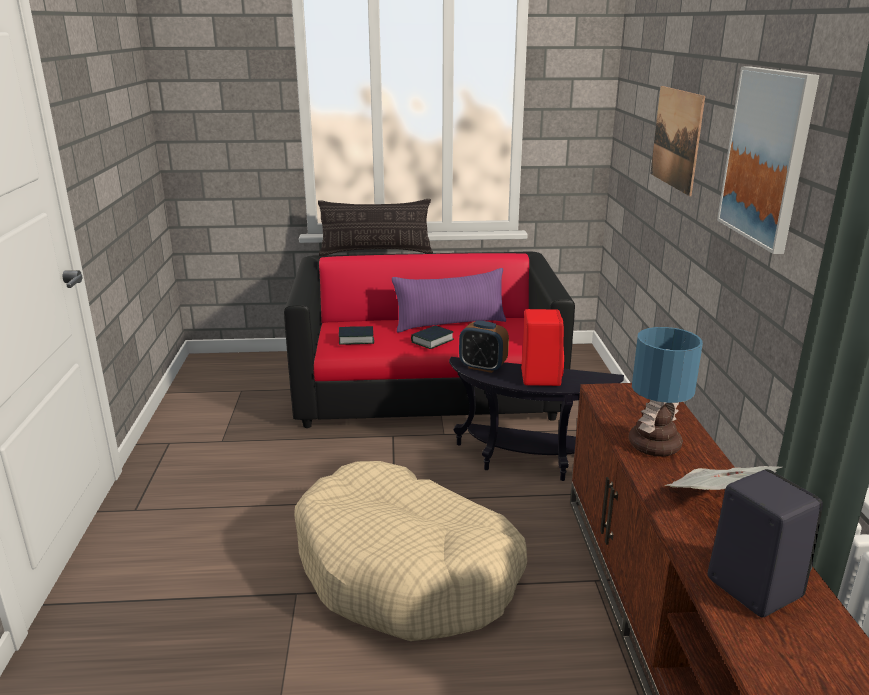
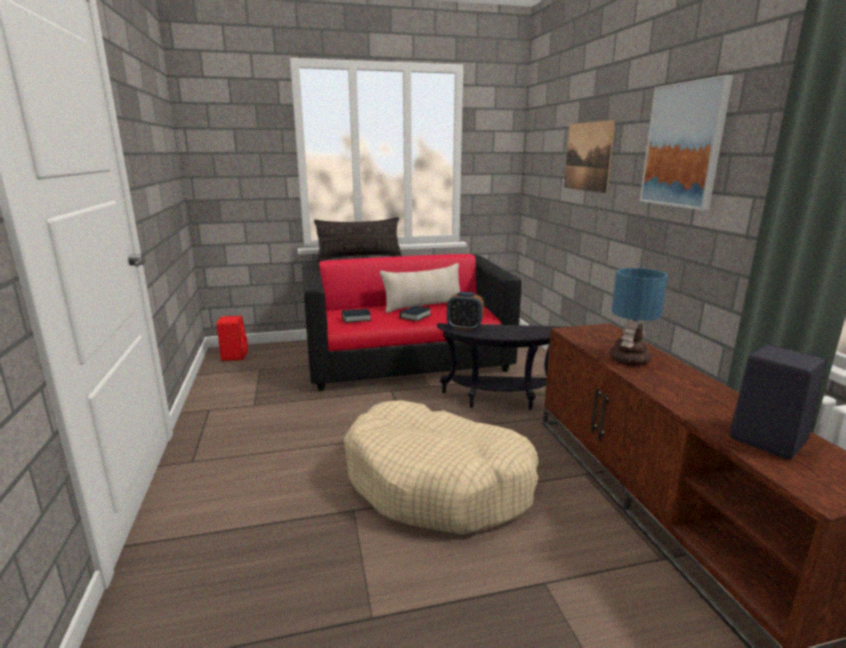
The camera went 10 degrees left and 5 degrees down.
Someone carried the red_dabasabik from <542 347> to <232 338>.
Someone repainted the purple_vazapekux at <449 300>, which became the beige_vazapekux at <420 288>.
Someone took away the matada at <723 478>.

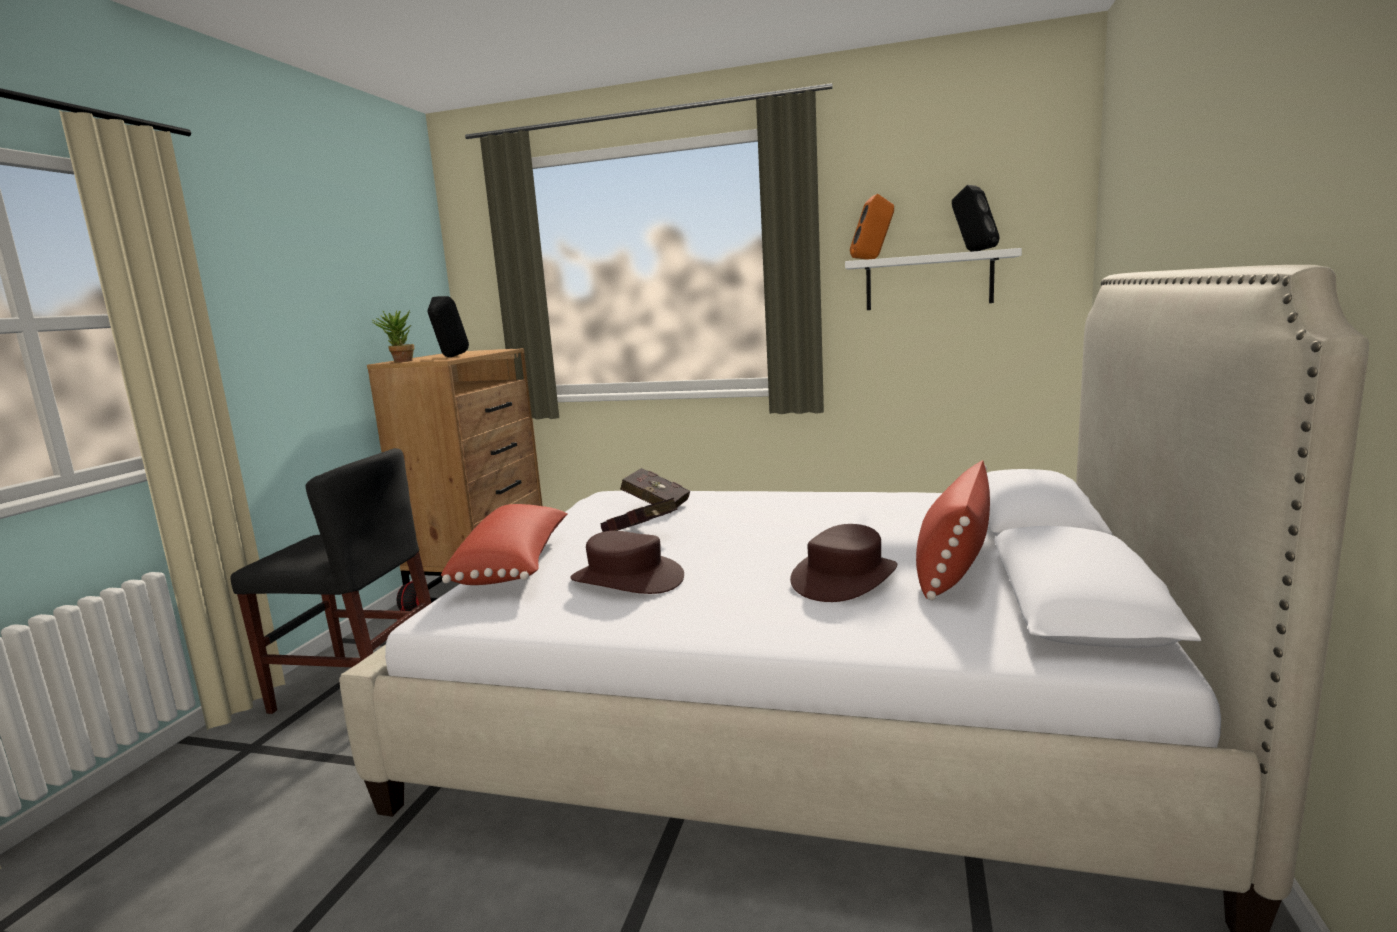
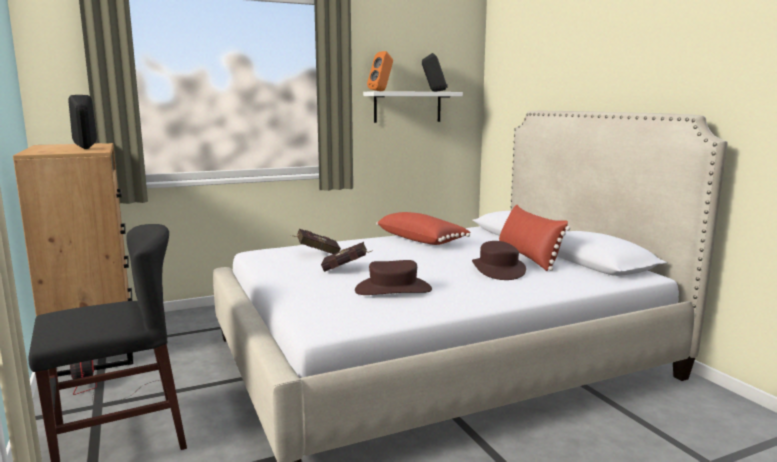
The camera went 40 degrees left and 0 degrees up.
Someone carried the red_vazapekux from <504 544> to <423 228>.
Someone took away the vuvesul at <393 336>.

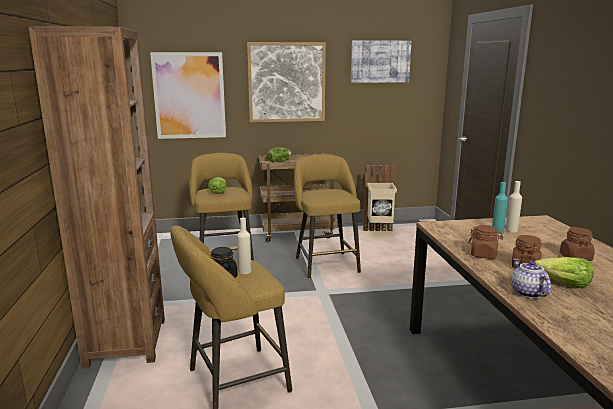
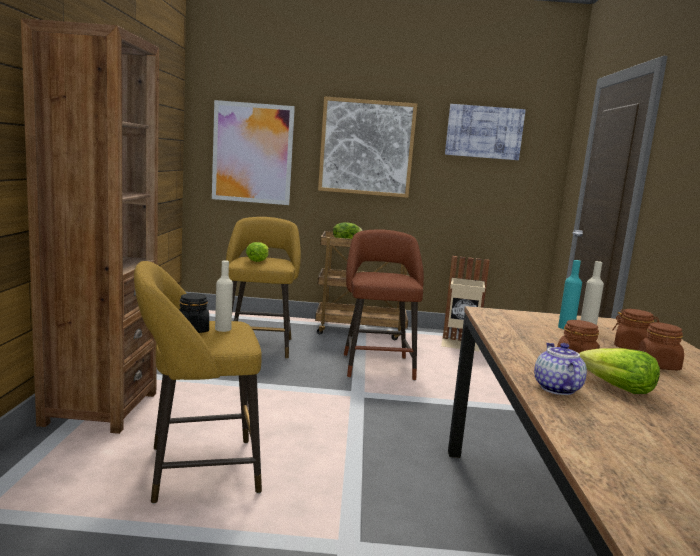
The camera went 10 degrees right and 5 degrees down.
Someone repainted the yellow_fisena at <327 216>, which became the brown_fisena at <384 305>.
Someone carried the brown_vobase from <485 242> to <636 329>.

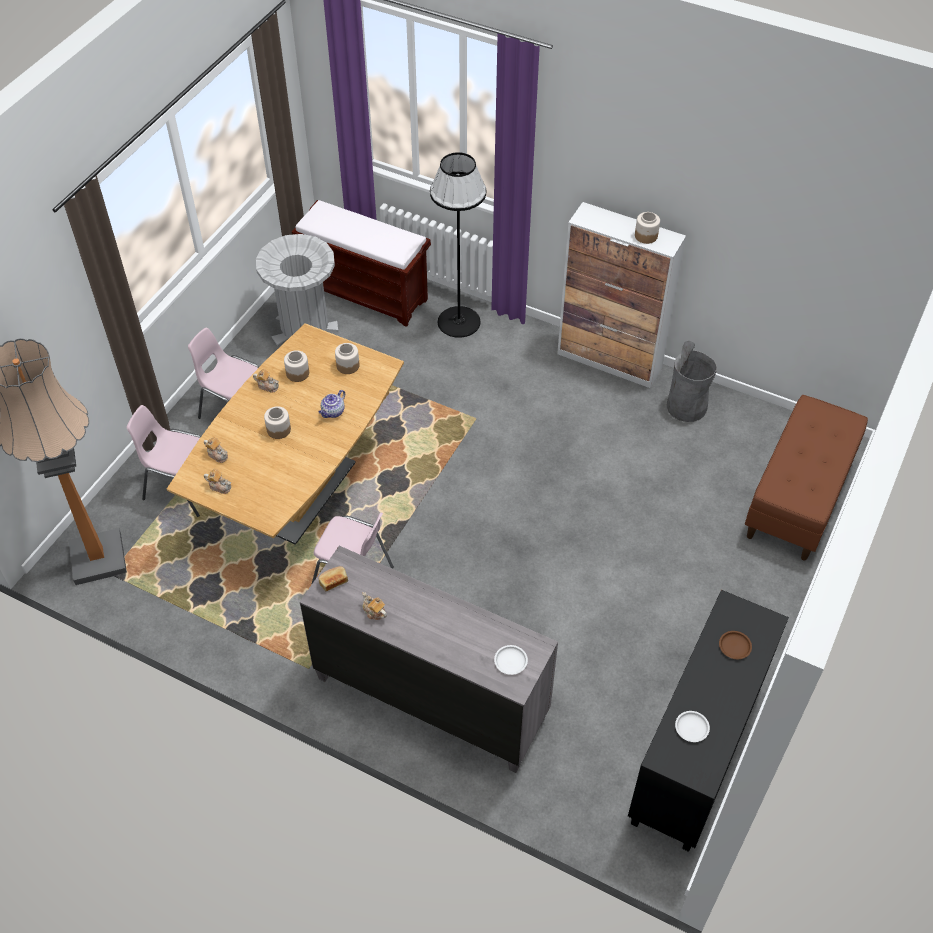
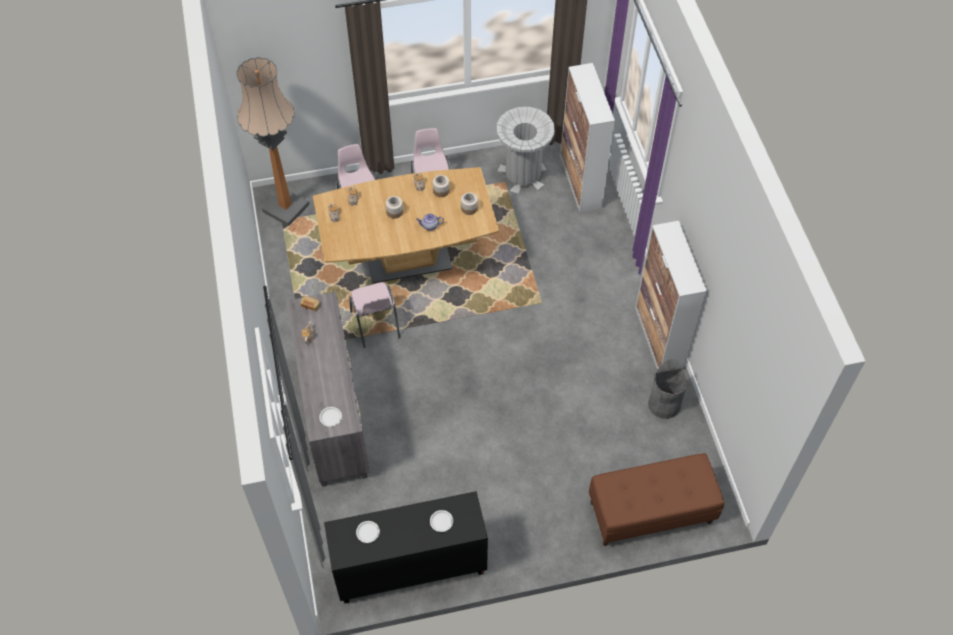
The camera went 50 degrees right and 5 degrees up.
Someone repainted the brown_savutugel at <735 645>, which became the white_savutugel at <441 521>.
Someone swapped the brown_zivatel at <361 263> for the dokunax at <587 137>.
Someone took away the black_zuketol at <458 245>.
Someone took away the vobase at <647 228>.

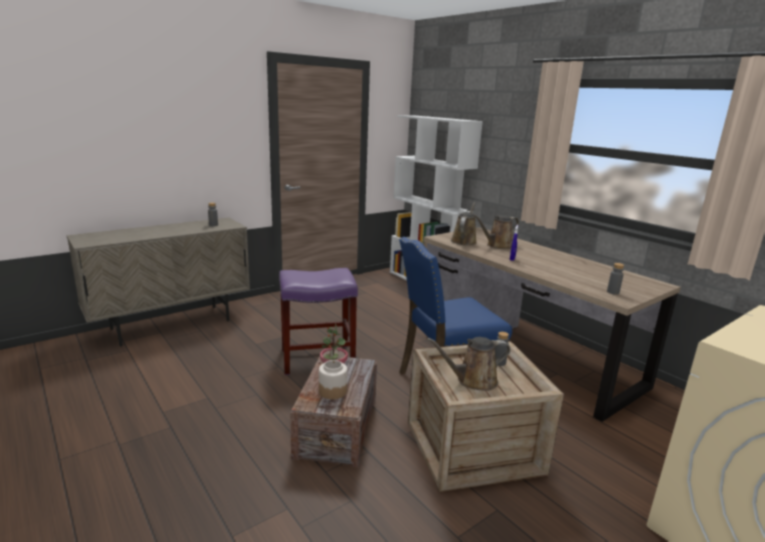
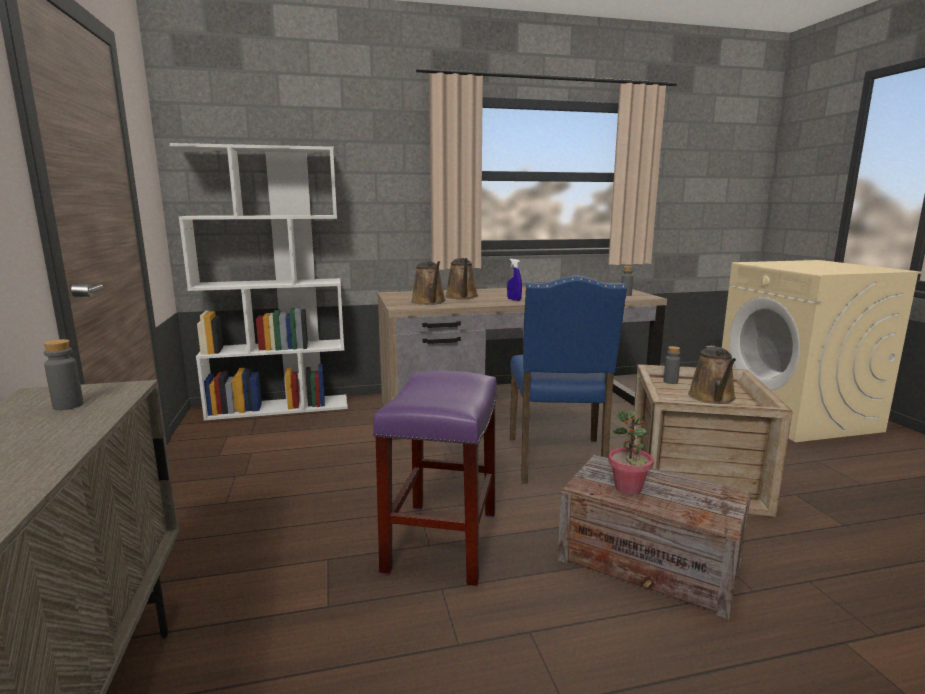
The camera went 65 degrees left and 5 degrees down.
Someone rotated the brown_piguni at <464 223> by 150 degrees counterclockwise.
Someone took away the vobase at <333 379>.

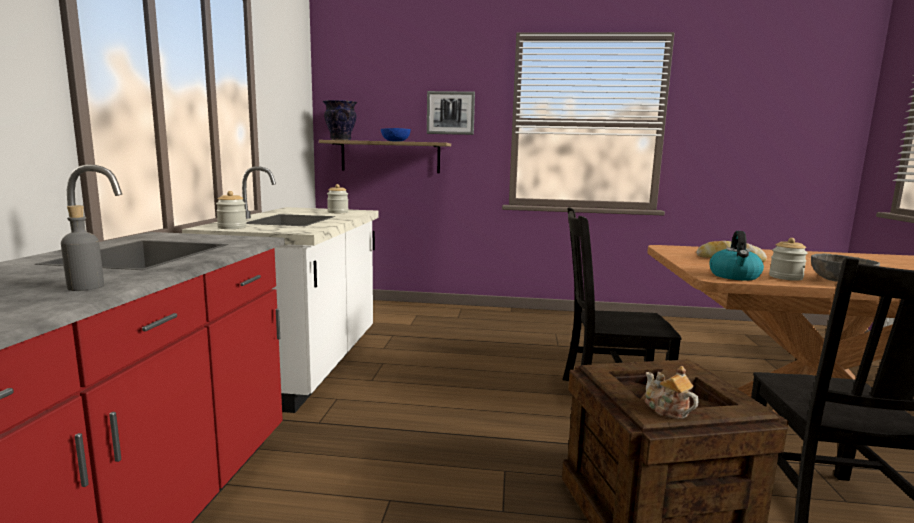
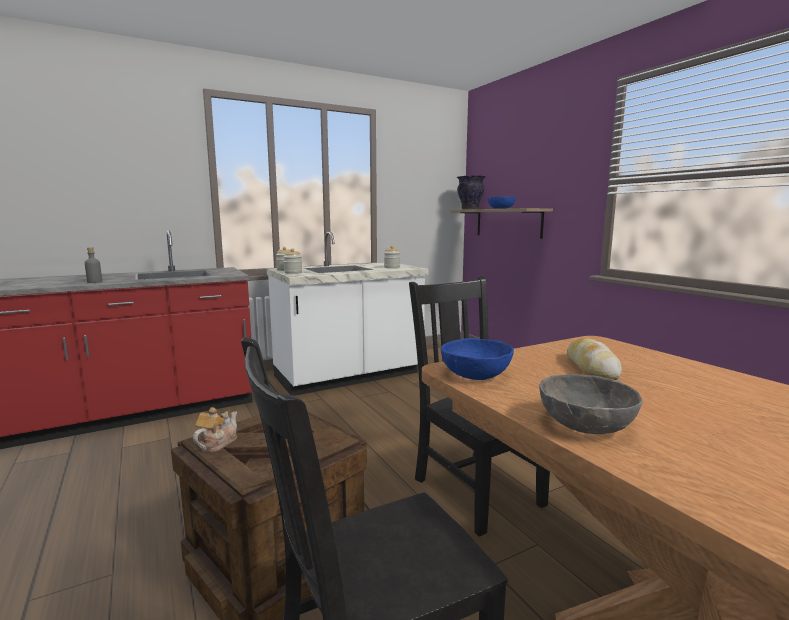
The camera went 55 degrees right and 0 degrees up.
Someone carried the vobase from <788 259> to <293 261>.
Someone swapped the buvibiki at <736 256> for the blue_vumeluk at <477 359>.
Someone took away the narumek at <451 113>.

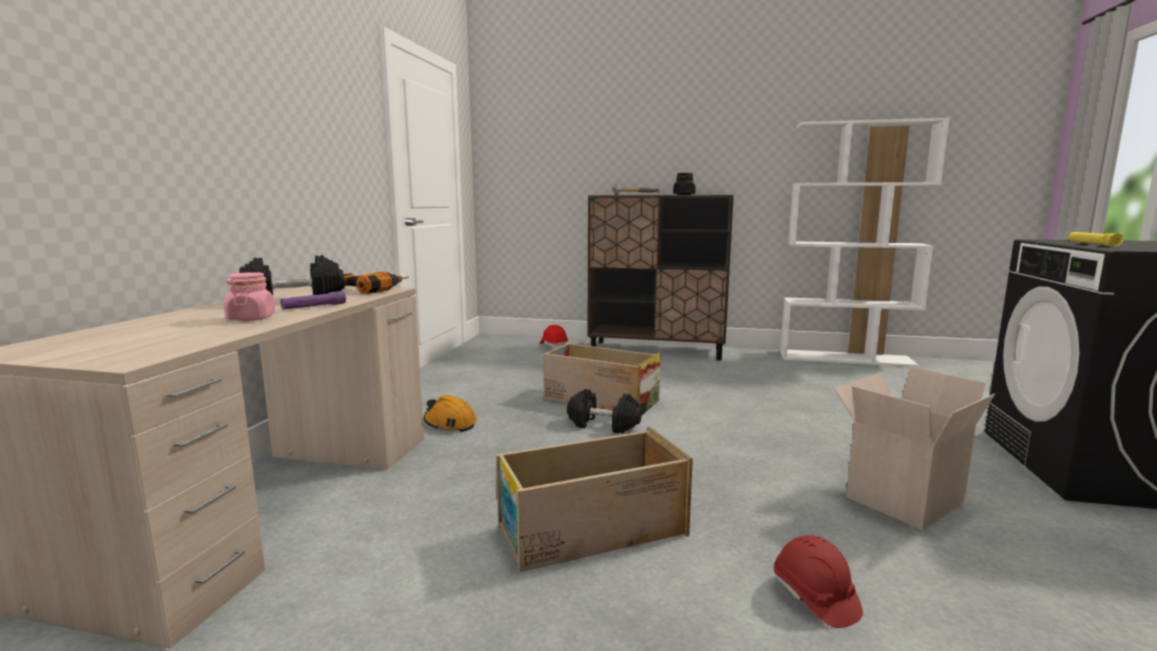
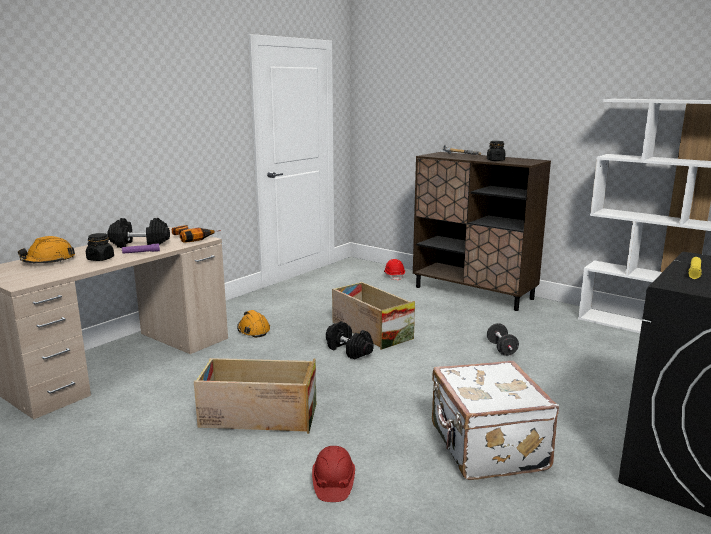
The camera went 25 degrees right and 5 degrees up.
Someone put down the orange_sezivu at <46 249>.
Someone repainted the pink_vobase at <249 296>, which became the black_vobase at <100 247>.
Someone swapped the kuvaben at <914 448> for the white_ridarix at <495 420>.
Someone put down the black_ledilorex at <503 339>.

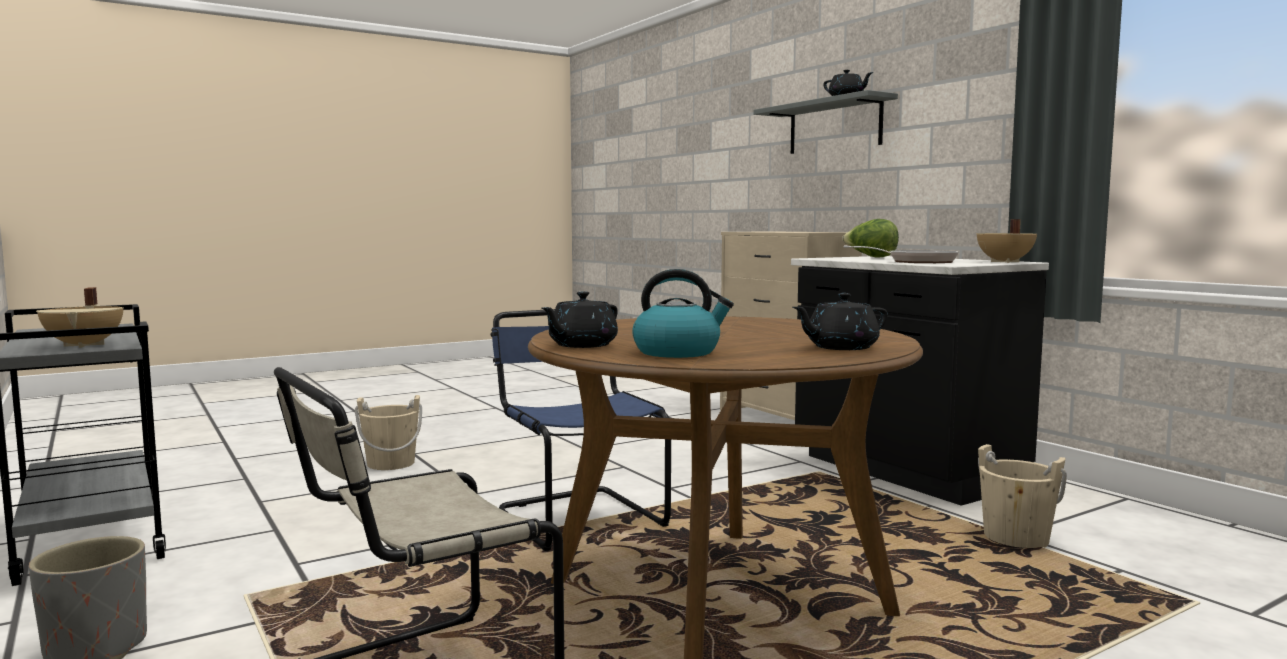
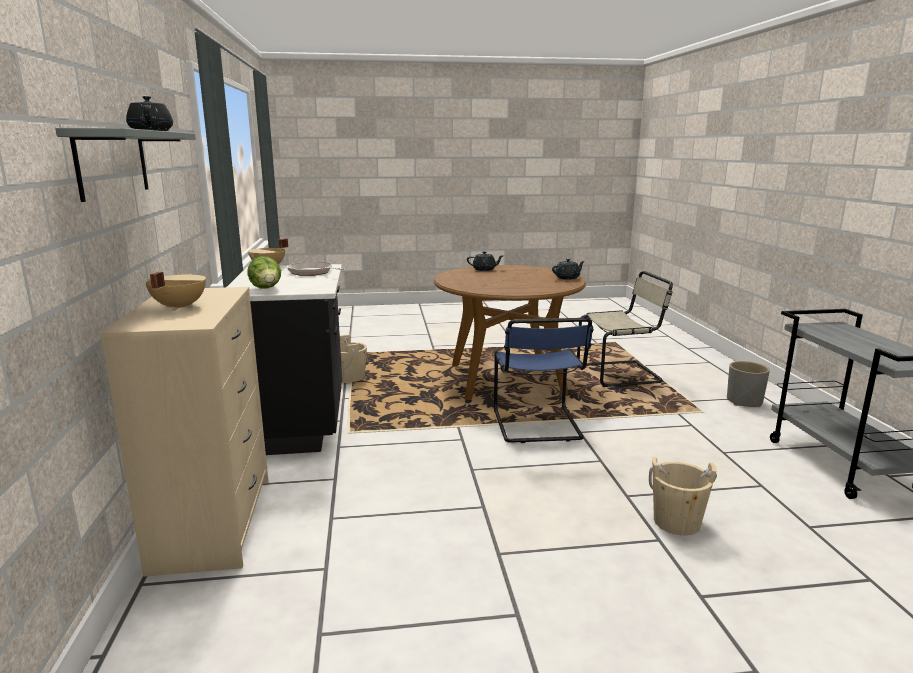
The camera went 155 degrees left and 10 degrees up.
Someone carried the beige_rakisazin from <80 317> to <176 291>.
Someone took away the buvibiki at <683 313>.

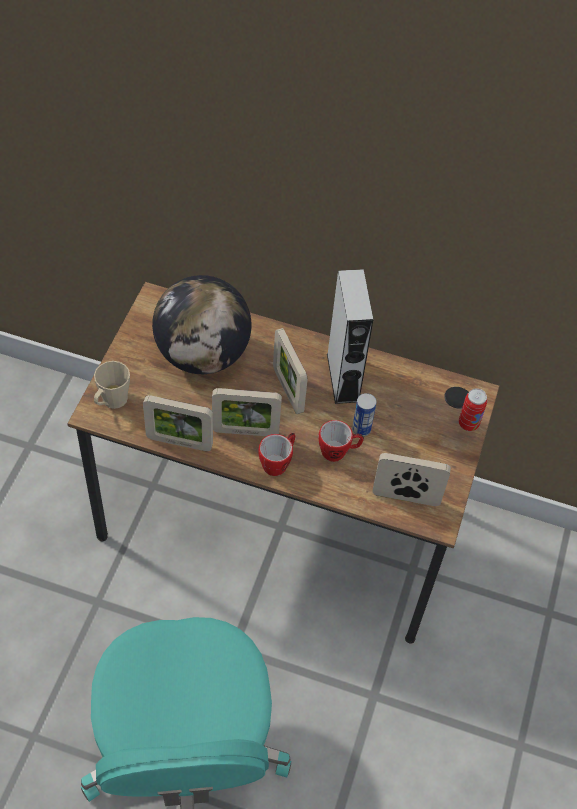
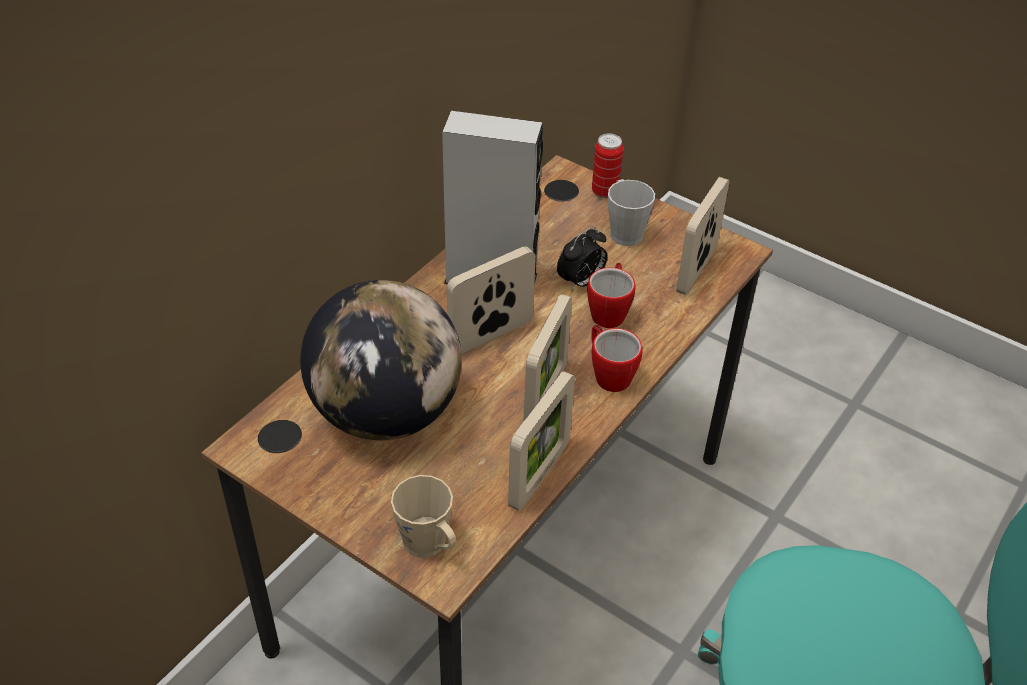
The camera went 70 degrees left and 10 degrees down.
Someone rotated the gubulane at <290 371> by 150 degrees clockwise.
Someone swapped the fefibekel at <364 415> for the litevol at <582 259>.
Someone put down the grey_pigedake at <631 212>.

